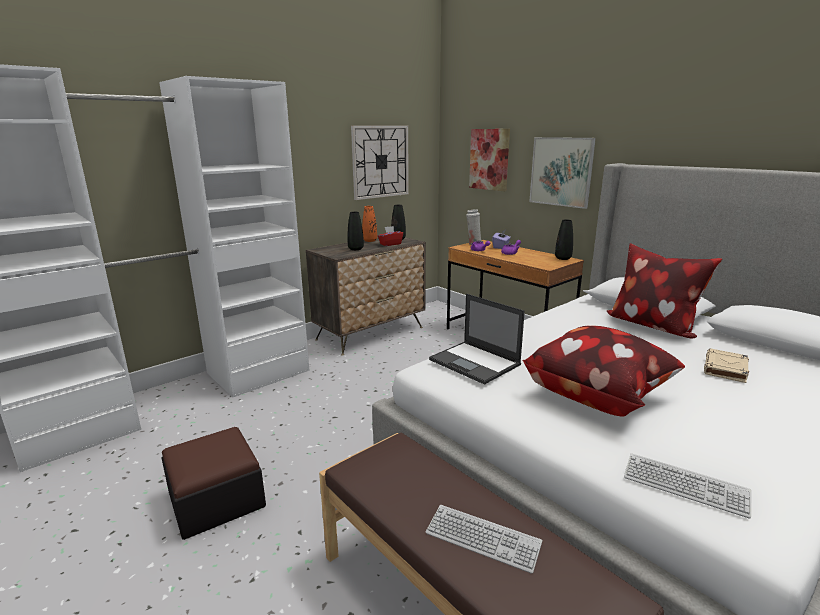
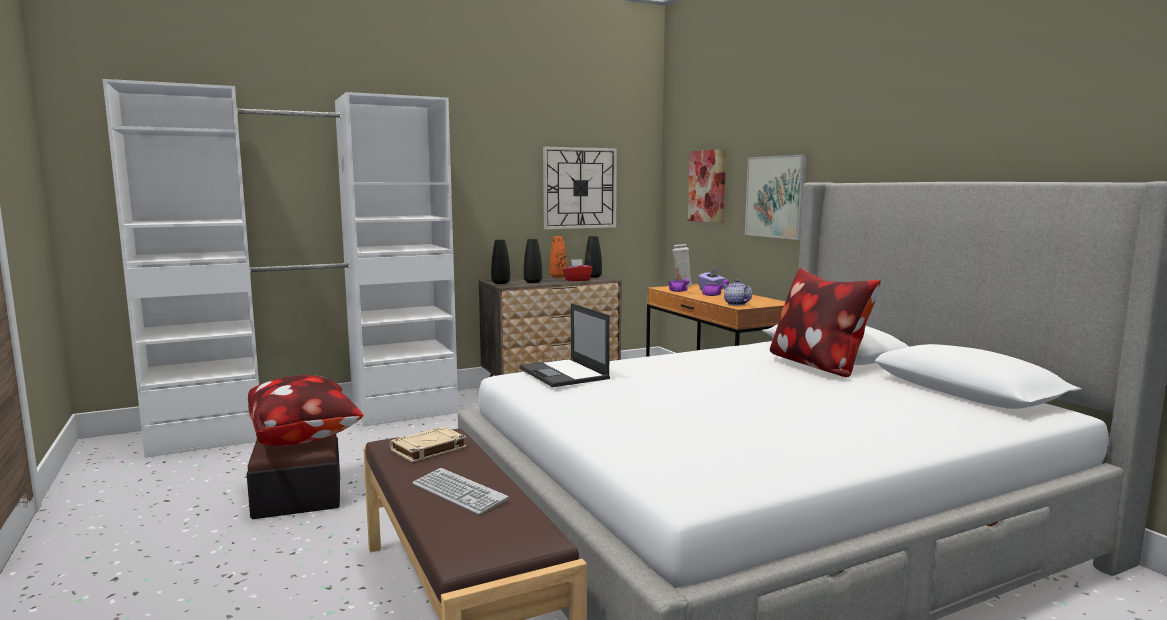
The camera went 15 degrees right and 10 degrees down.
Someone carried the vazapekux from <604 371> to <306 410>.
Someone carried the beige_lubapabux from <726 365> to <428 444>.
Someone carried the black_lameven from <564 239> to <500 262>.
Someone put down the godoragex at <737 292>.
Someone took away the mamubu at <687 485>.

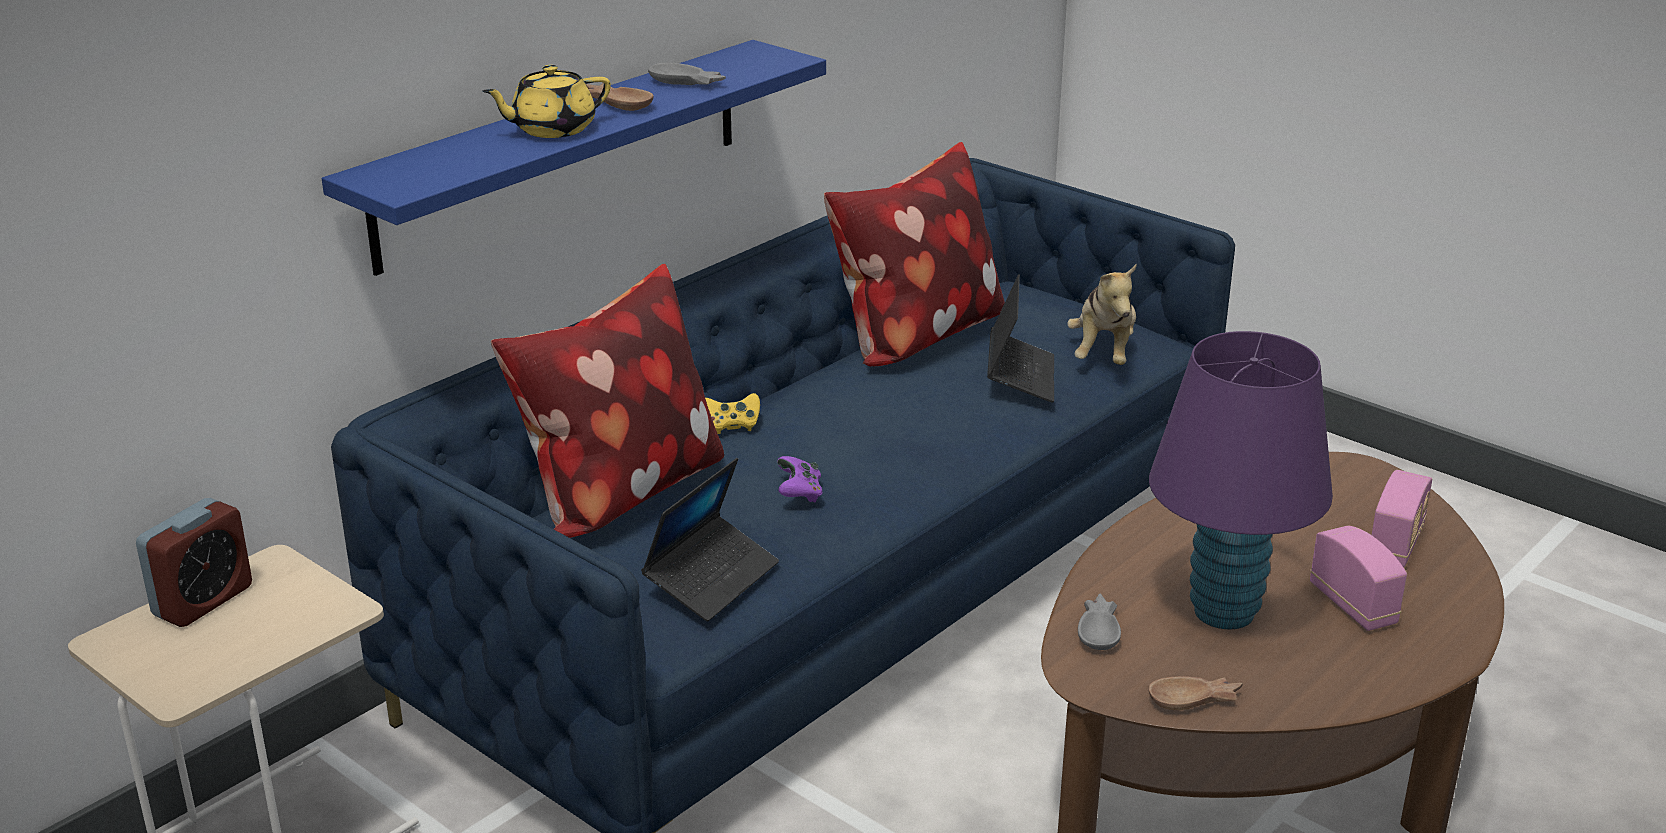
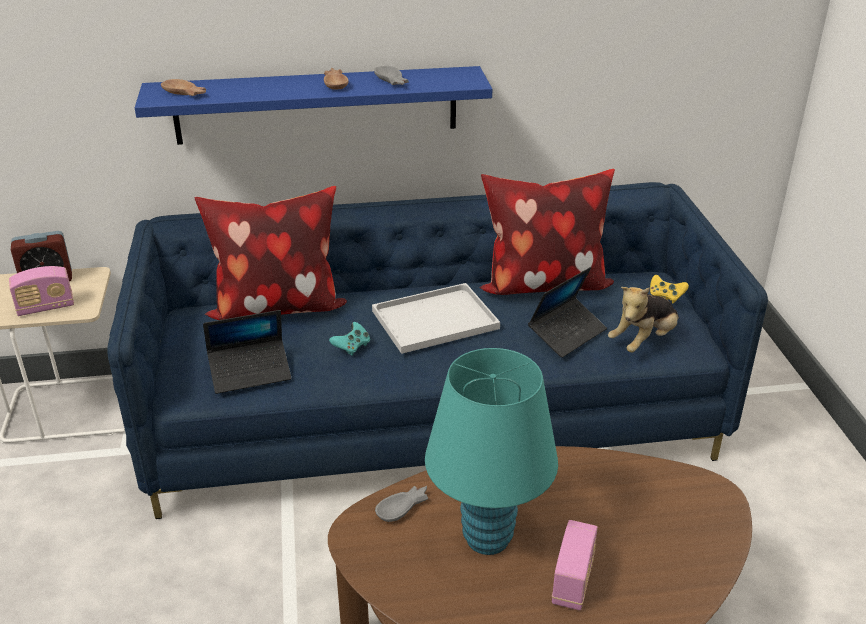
The camera went 40 degrees right and 5 degrees up.
Someone carried the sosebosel from <1402 518> to <41 291>.
Someone carried the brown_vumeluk from <1195 693> to <183 87>.
Someone repainted the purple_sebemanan at <800 479>, which became the turquoise_sebemanan at <349 339>.
Someone put down the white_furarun at <436 318>.
Someone repainted the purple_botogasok at <1241 480>, which became the turquoise_botogasok at <491 451>.
Someone carried the yellow_sebemanan from <732 413> to <669 289>.
Someone took away the yellow_godoragex at <546 101>.

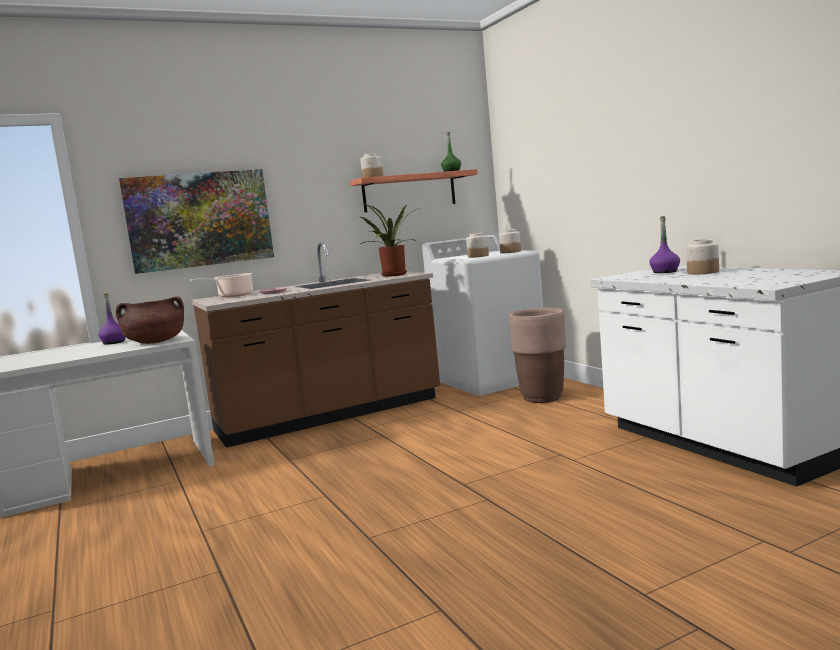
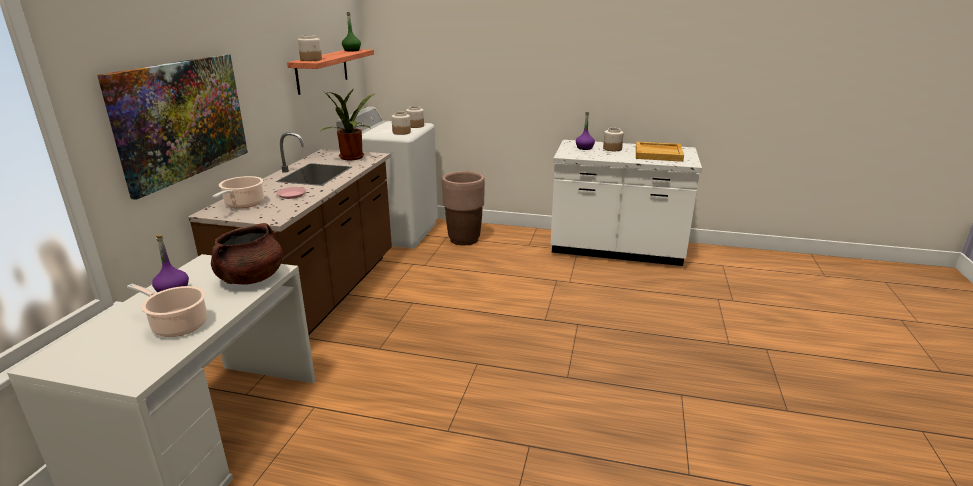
The camera went 50 degrees left and 15 degrees up.
Someone put down the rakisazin at <167 310>.
Someone put down the beige_furarun at <660 152>.

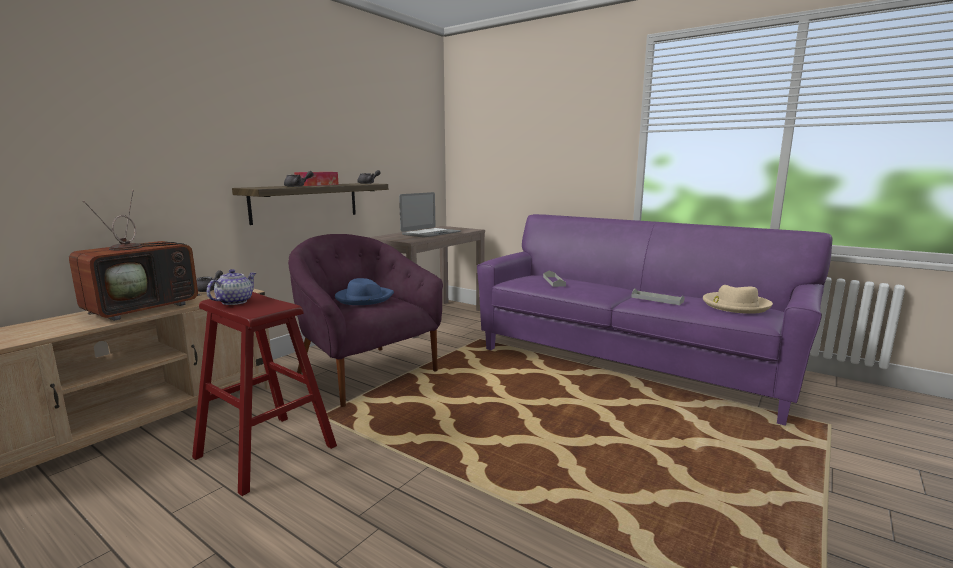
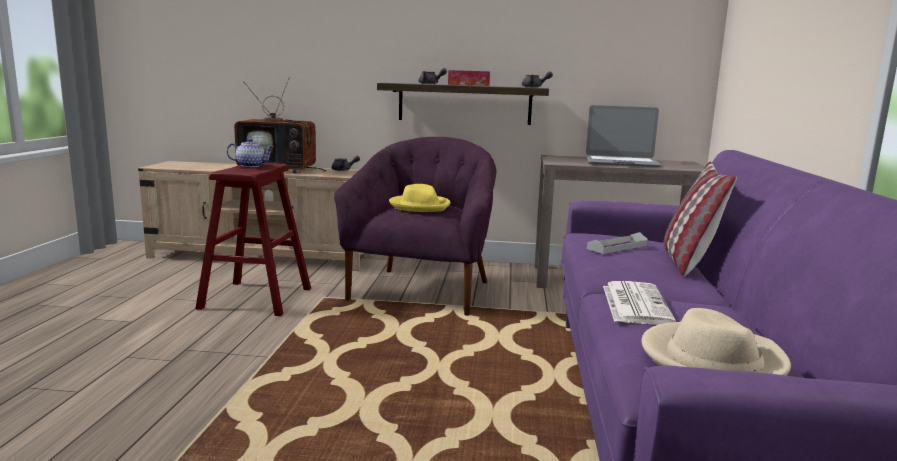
The camera went 60 degrees right and 0 degrees up.
Someone repainted the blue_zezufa at <364 291>, which became the yellow_zezufa at <420 198>.
Someone swapped the grey_furarun at <657 296> for the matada at <639 303>.
Someone put down the vazapekux at <700 219>.

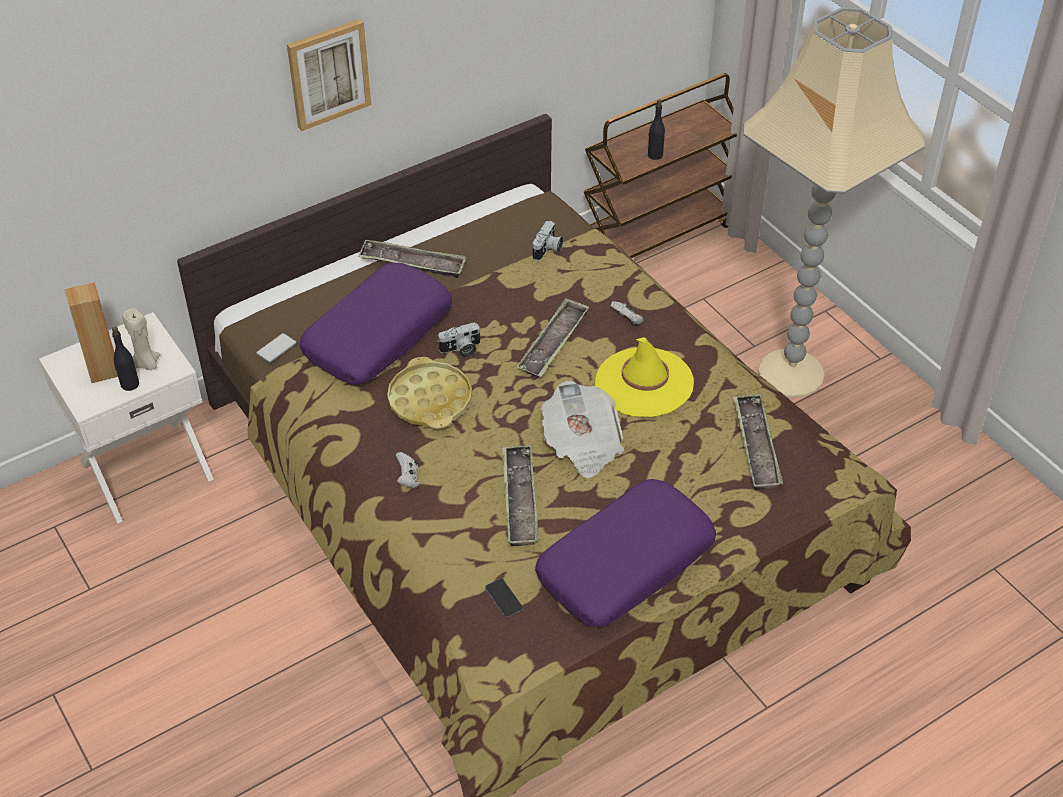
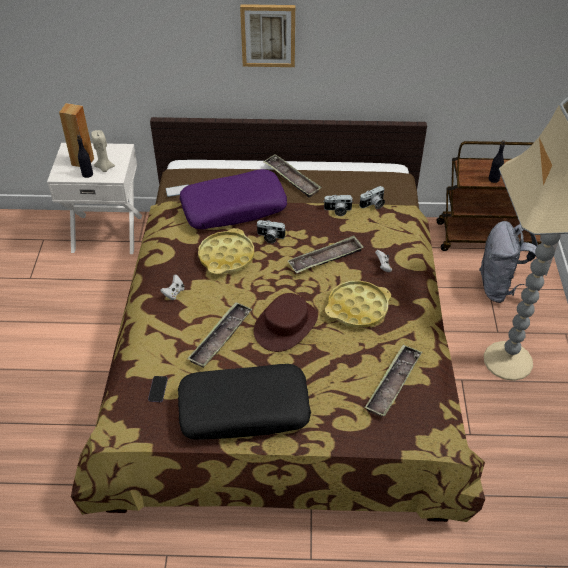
The camera went 35 degrees right and 0 degrees up.
Someone repainted the purple_vazapekux at <625 553>, which became the black_vazapekux at <244 401>.
Someone swapped the matada at <582 429> for the brown_zezufa at <286 322>.
Someone put down the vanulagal at <338 205>.
Someone swapped the yellow_zezufa at <644 377> for the yellow_furarun at <358 304>.
Someone put down the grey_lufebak at <509 262>.

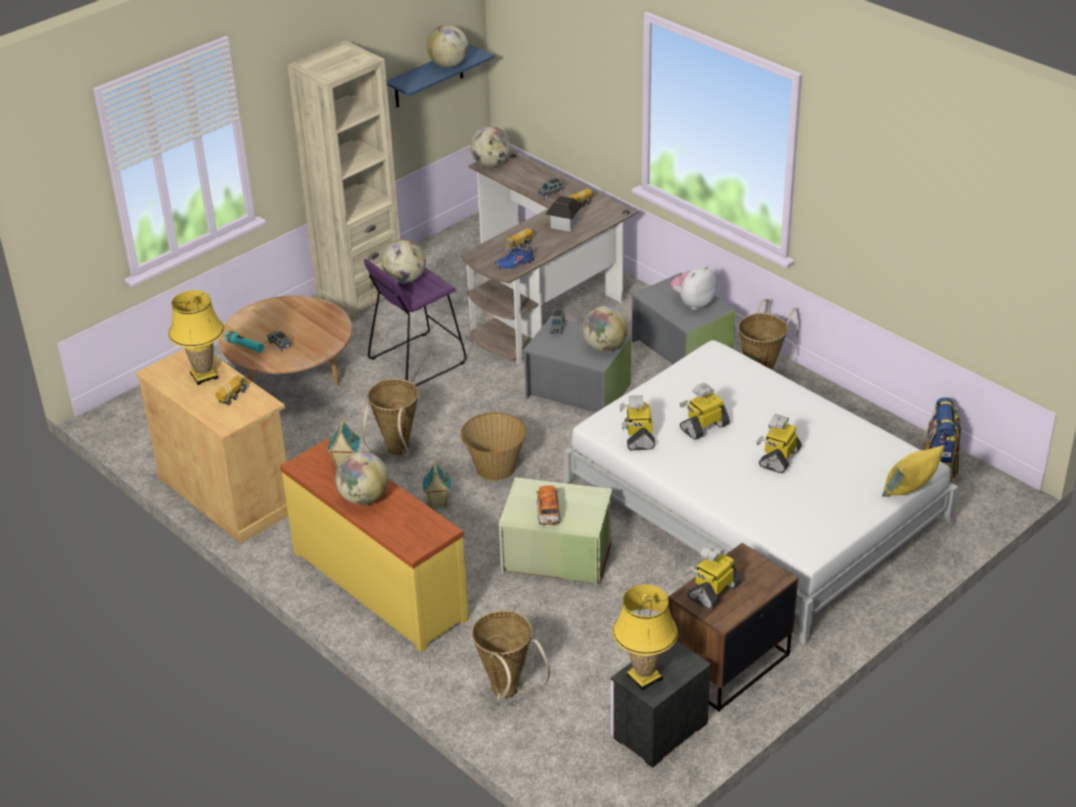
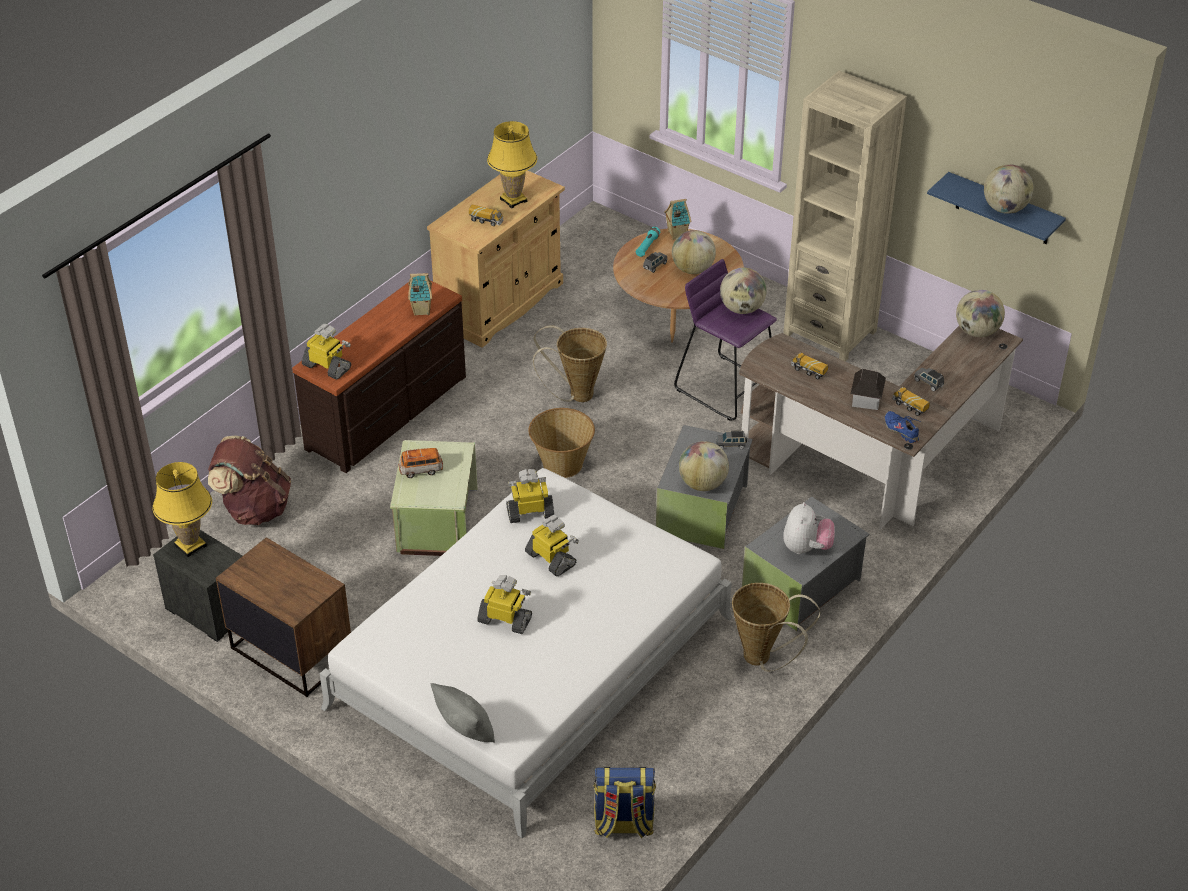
The camera went 80 degrees right and 5 degrees up.
Someone swapped the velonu at <511 657> for the brown_lufebak at <249 480>.
Someone repainted the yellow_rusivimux at <374 545>, which became the brown_rusivimux at <379 376>.
Someone carried the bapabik from <713 576> to <326 352>.
Someone repainted the yellow_vazapekux at <913 471>, which became the grey_vazapekux at <462 713>.
Someone carried the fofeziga from <437 485> to <677 219>.
Someone carried the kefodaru from <362 478> to <694 252>.
Someone rotated the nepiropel at <693 288> by 60 degrees clockwise.
Someone carried the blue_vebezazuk from <514 258> to <902 427>.

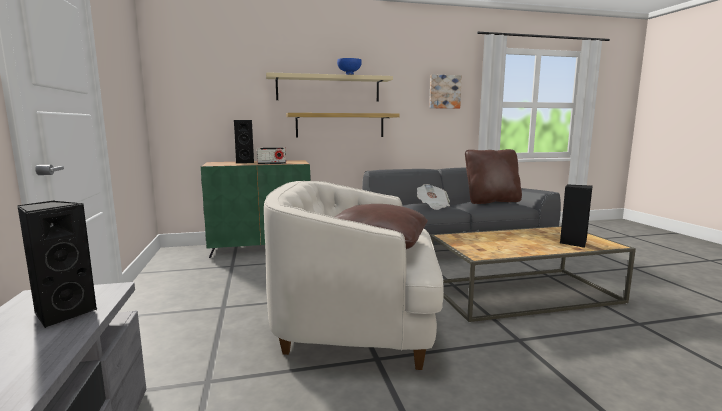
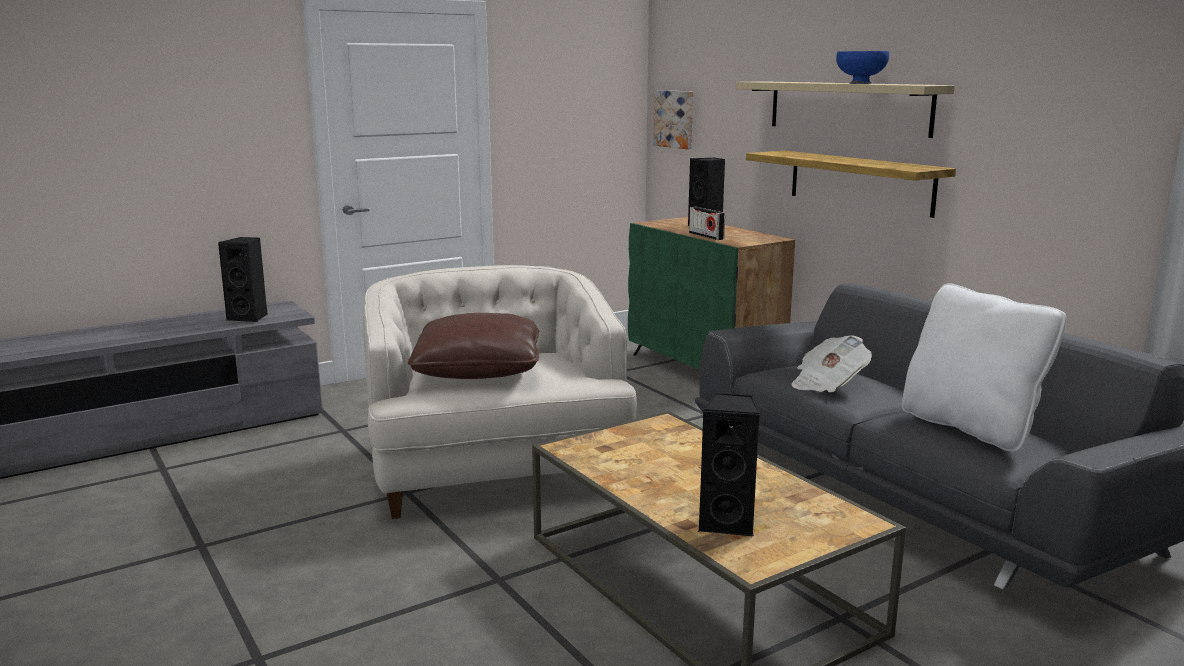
The camera went 70 degrees right and 5 degrees up.
Someone carried the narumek from <445 91> to <673 119>.
Someone repainted the brown_vazapekux at <493 176>, which became the white_vazapekux at <984 367>.

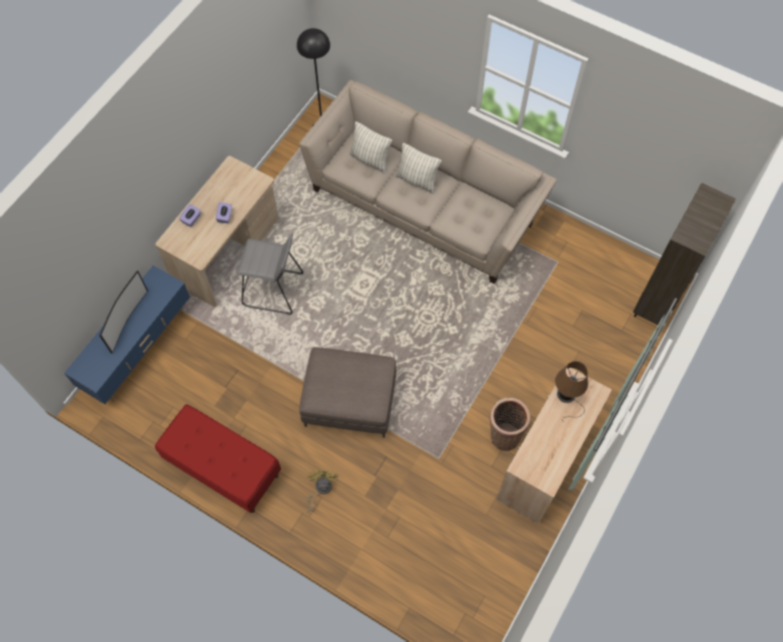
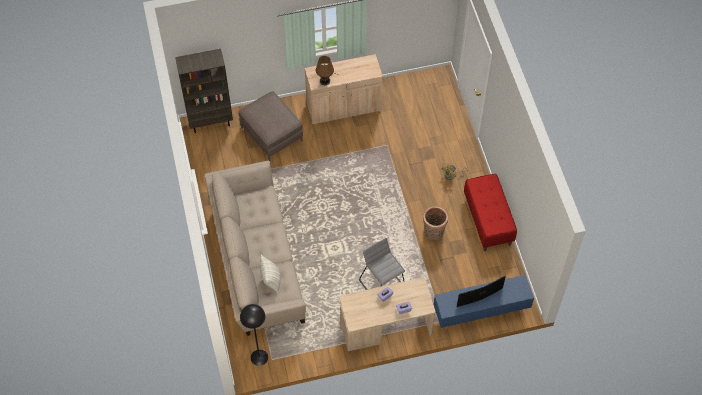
The camera went 135 degrees left and 5 degrees down.
Someone carried the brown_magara from <347 392> to <271 126>.
Someone carried the velonu from <510 424> to <435 223>.
Someone took away the vazapekux at <418 168>.

